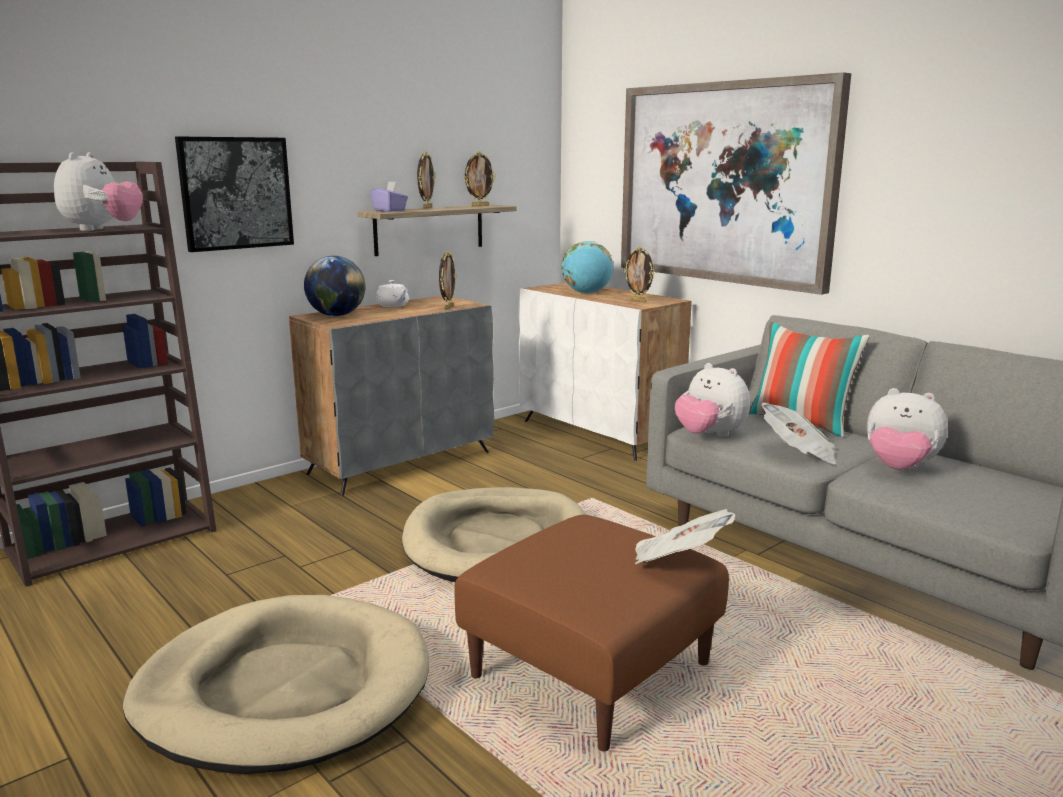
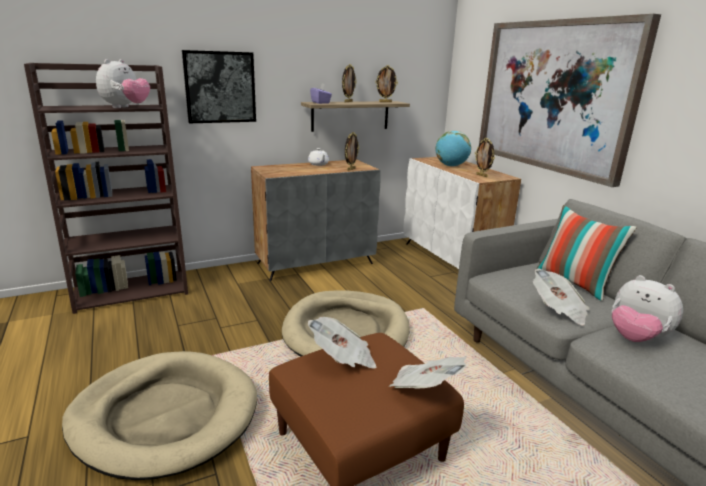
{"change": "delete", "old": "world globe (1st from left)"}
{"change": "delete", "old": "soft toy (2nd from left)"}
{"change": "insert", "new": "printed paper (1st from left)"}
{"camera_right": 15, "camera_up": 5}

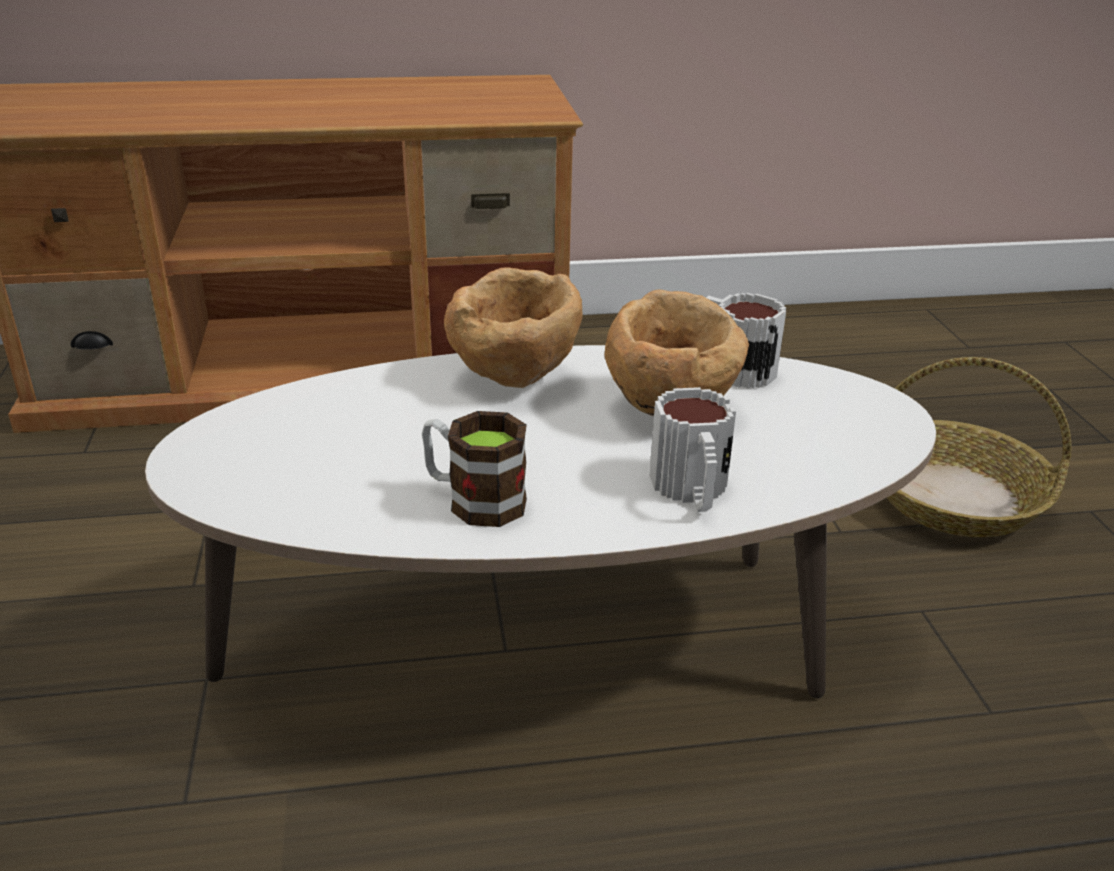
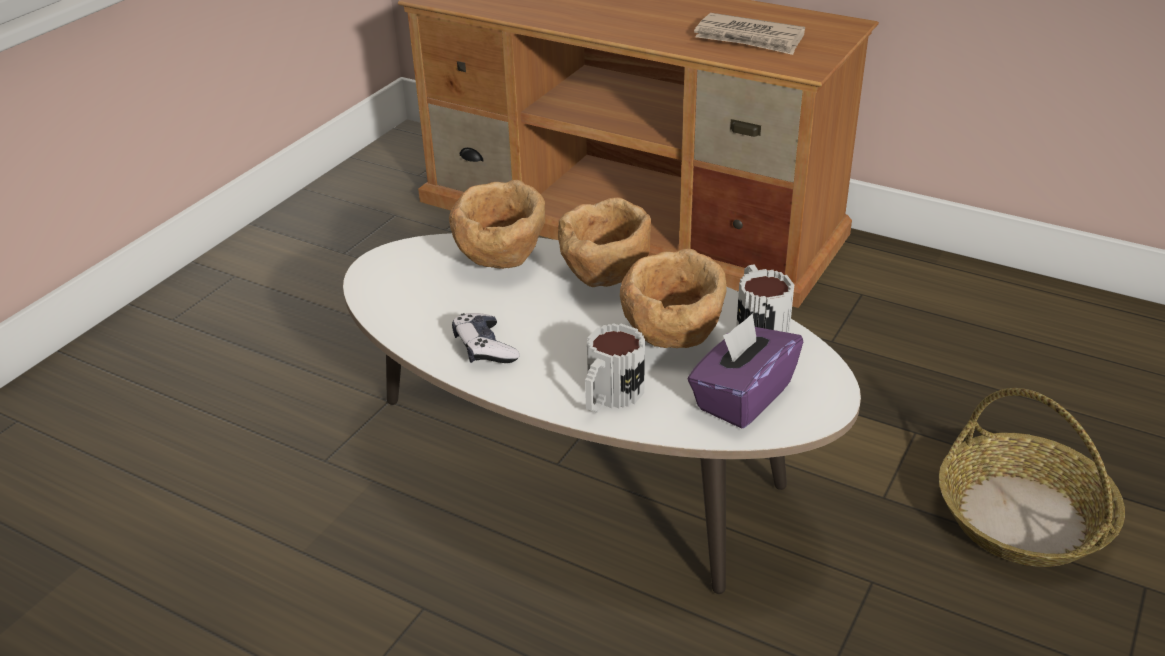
{"change": "replace", "old": "coffee mug (1st from left)", "new": "game controller"}
{"change": "insert", "new": "brown-coloured serving bowl (1st from left)"}
{"change": "insert", "new": "purple-coloured box of tissues"}
{"change": "insert", "new": "printed paper"}
{"camera_right": 40, "camera_up": 5}

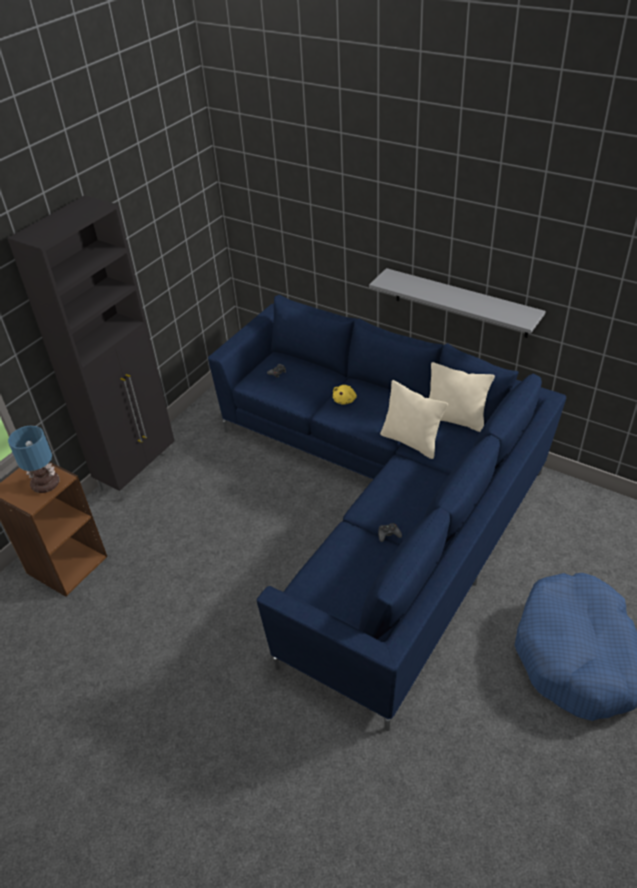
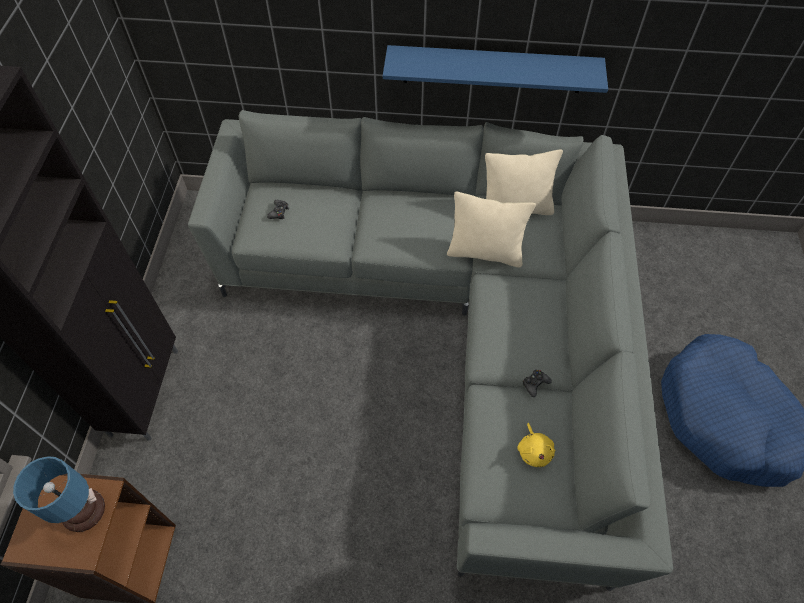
{"change": "recolor", "old": "bluish sofa", "new": "grey sofa"}
{"change": "move", "old": "yellow-coloured soft toy"}
{"change": "recolor", "old": "grey shelf", "new": "bluish shelf"}
{"camera_right": -30, "camera_up": 15}

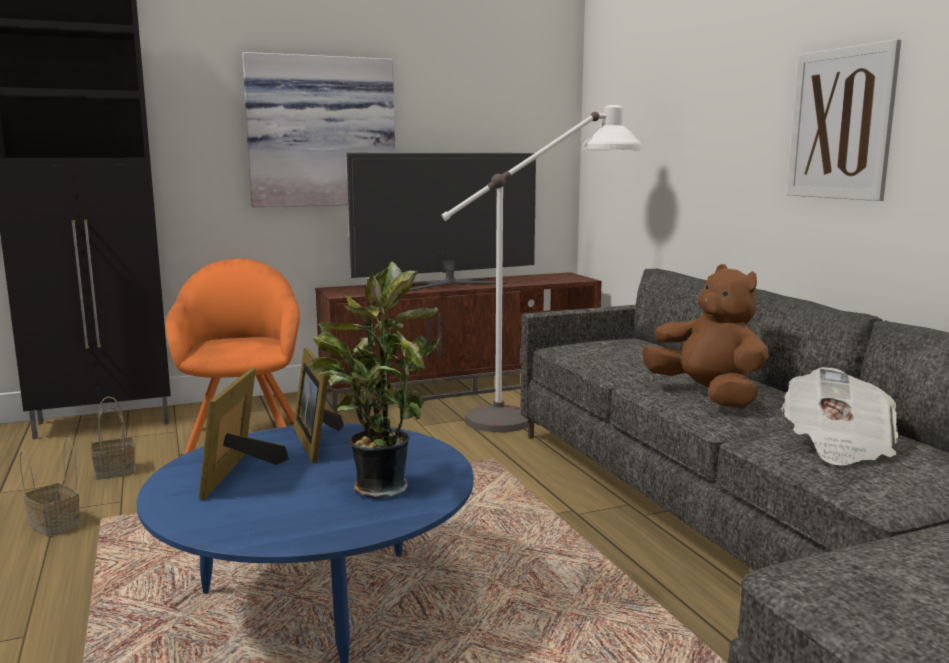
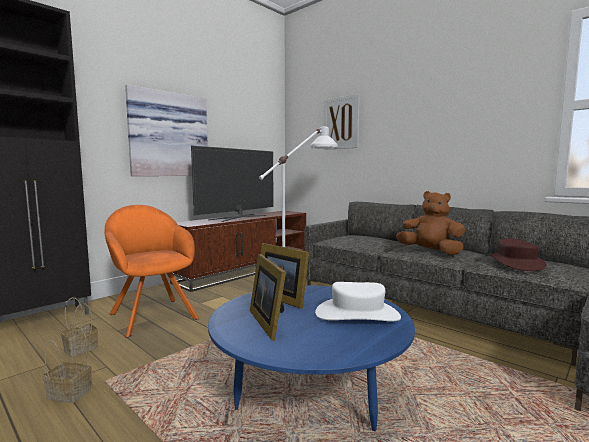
{"change": "replace", "old": "potted plant", "new": "white-coloured wearable hat"}
{"change": "replace", "old": "printed paper", "new": "brown-coloured wearable hat"}
{"change": "move", "old": "picture (2nd from left)"}
{"camera_right": -25, "camera_up": -5}

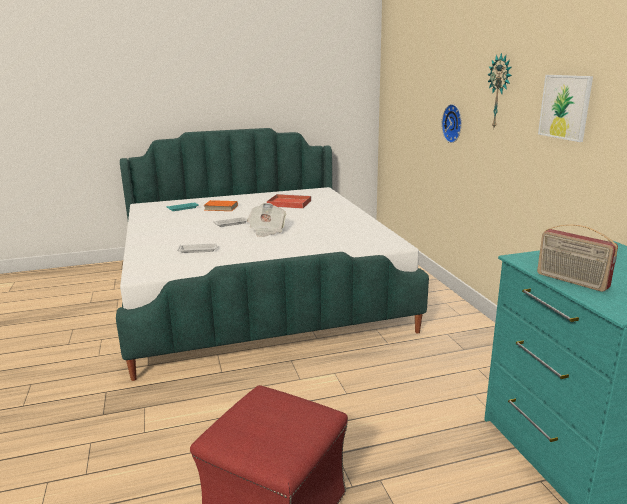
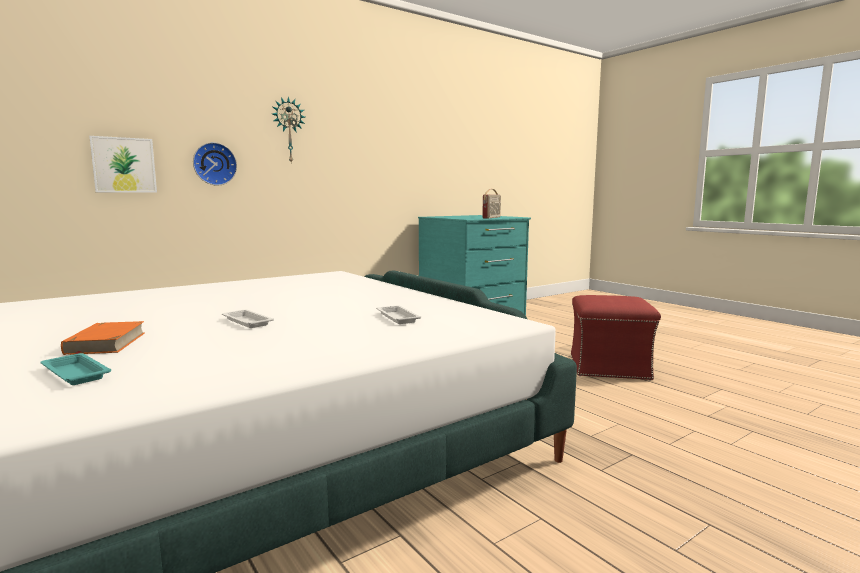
{"change": "delete", "old": "printed paper"}
{"change": "delete", "old": "reddish carrying tray"}
{"change": "move", "old": "picture"}
{"camera_right": -110, "camera_up": -10}

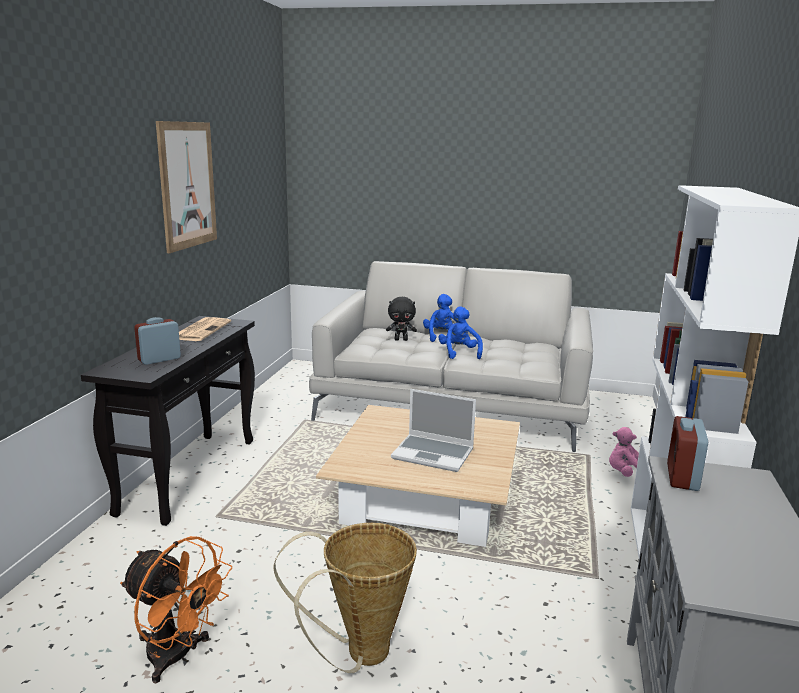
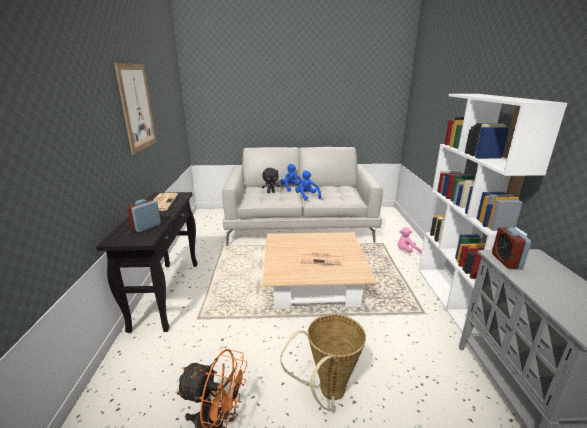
{"change": "replace", "old": "portable computer", "new": "printed paper (2nd from left)"}
{"camera_right": -15, "camera_up": 5}

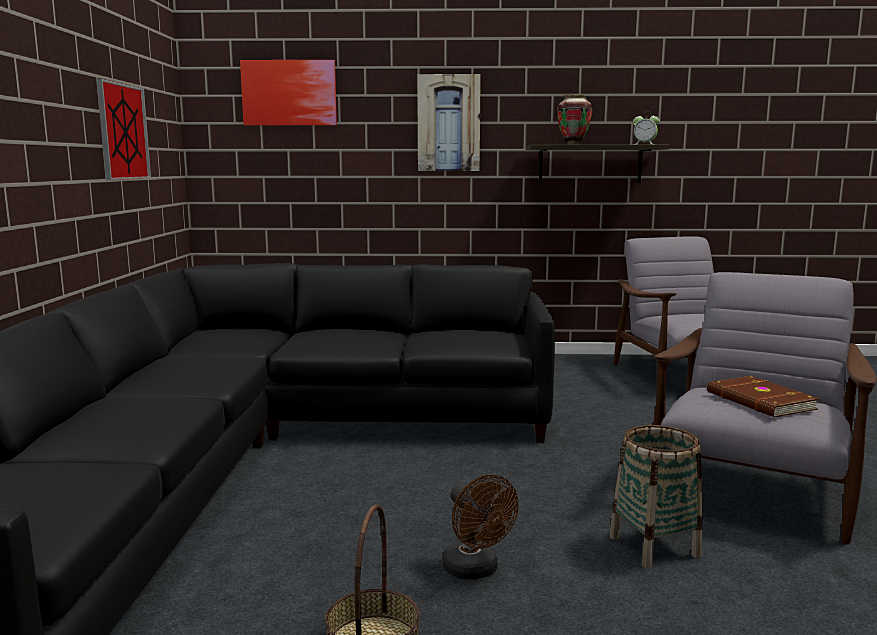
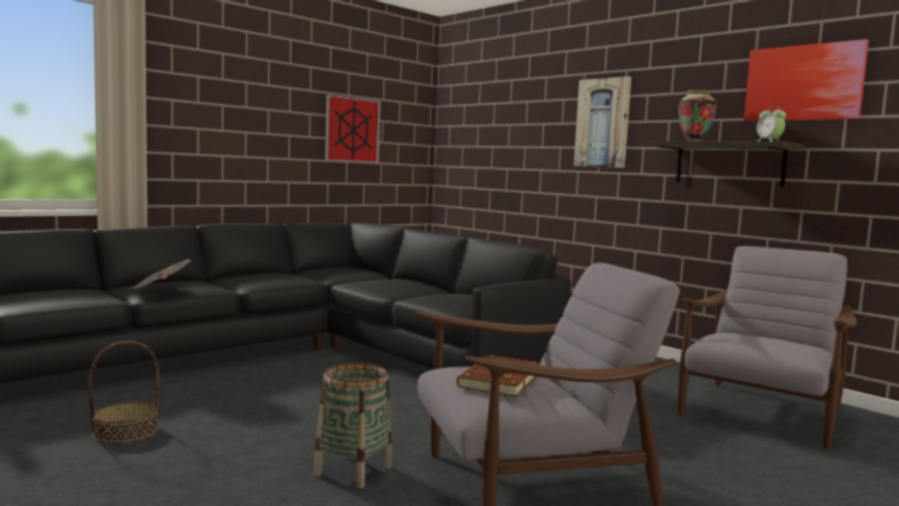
{"change": "move", "old": "picture (2nd from left in the first image)", "new": "picture (3rd from left)"}
{"change": "delete", "old": "brown-coloured electric fan"}
{"change": "insert", "new": "printed paper"}
{"camera_right": 45, "camera_up": -5}

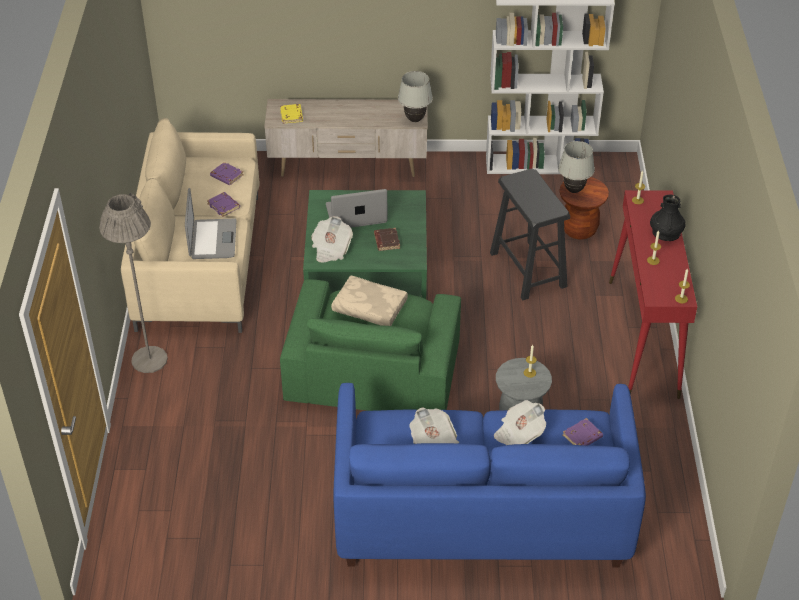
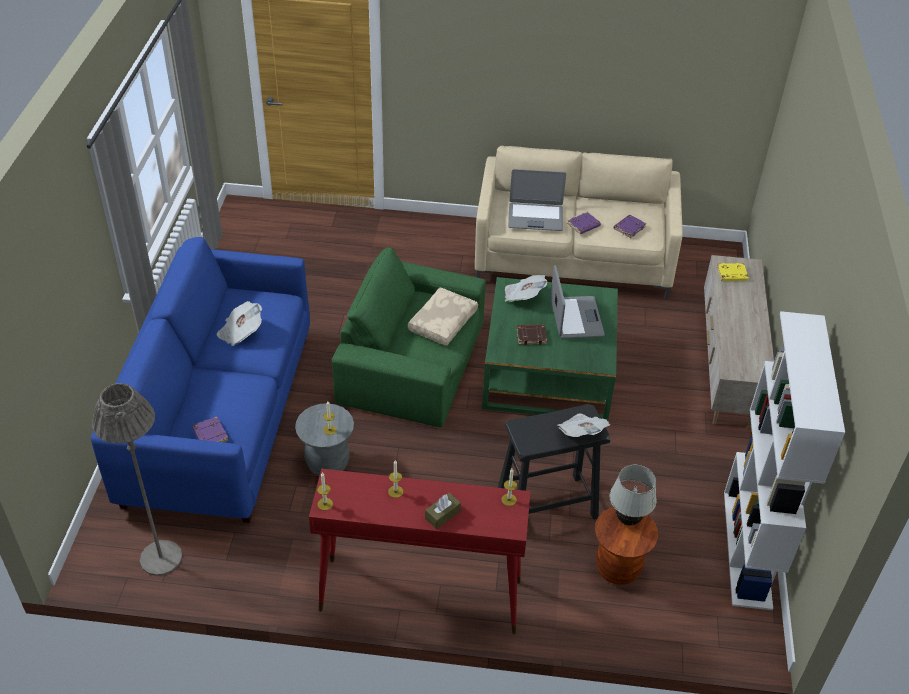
{"change": "move", "old": "grey standing lamp"}
{"change": "delete", "old": "white-coloured table lamp (1st from left)"}
{"change": "move", "old": "printed paper (3rd from left)"}
{"change": "replace", "old": "black vase", "new": "brown-coloured box of tissues"}
{"camera_right": 95, "camera_up": 0}

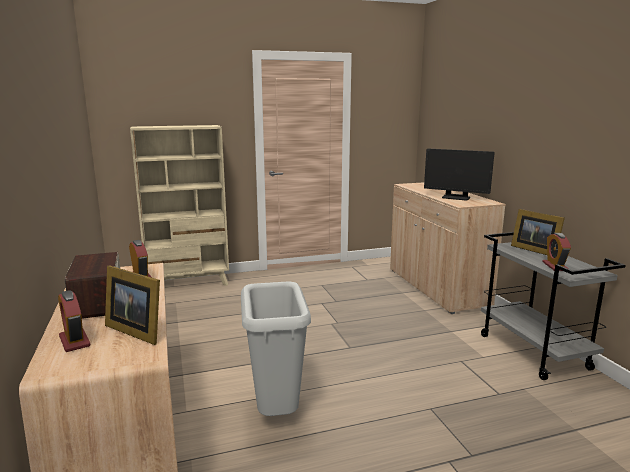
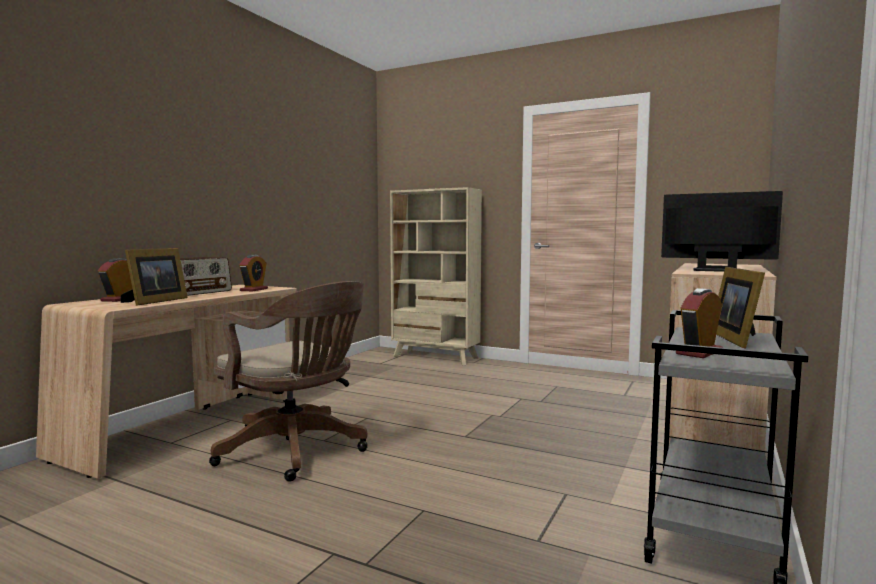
{"change": "rotate", "old": "photo frame (1st from left)", "degrees": -150}
{"change": "replace", "old": "grey trash can", "new": "brown-coloured office chair"}
{"change": "rotate", "old": "monitor", "degrees": 135}
{"camera_right": 45, "camera_up": -10}

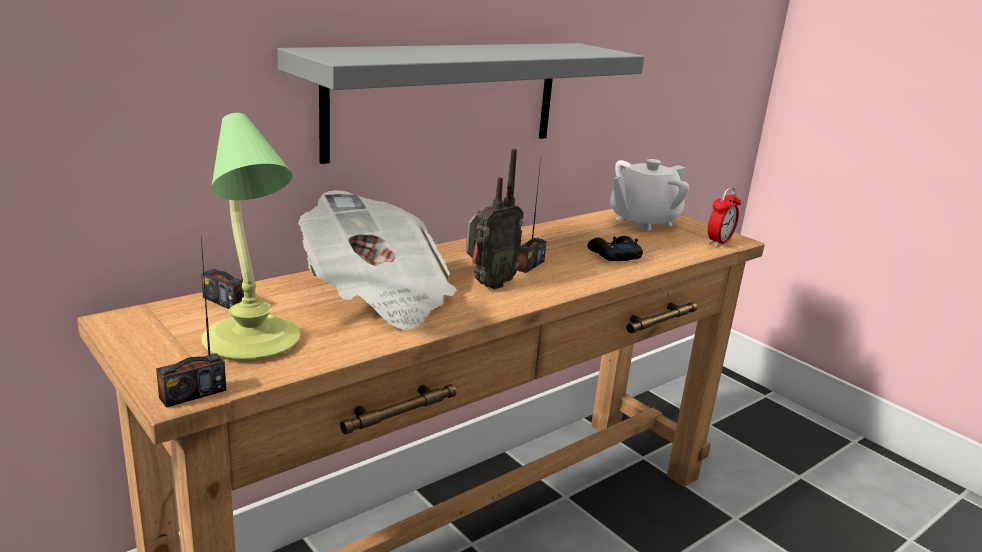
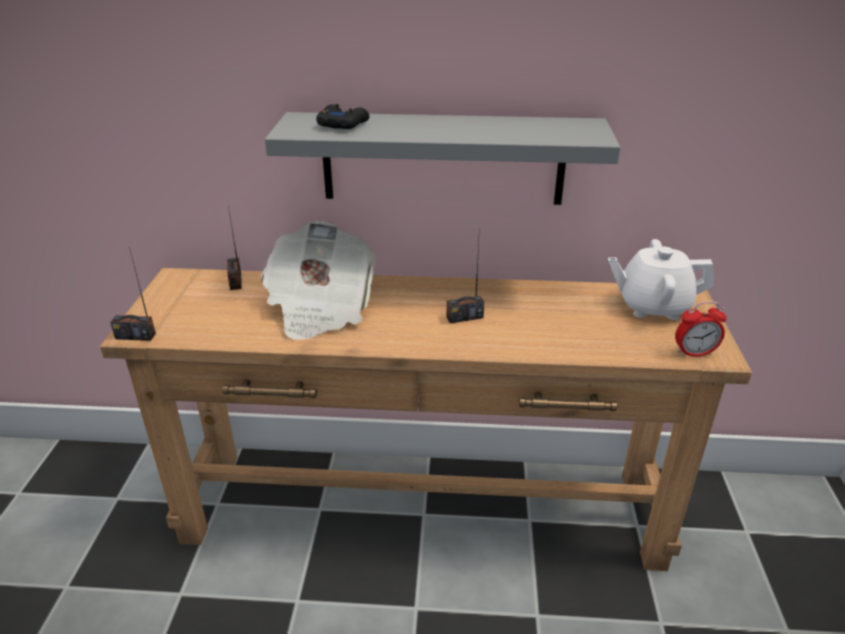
{"change": "delete", "old": "table lamp"}
{"change": "delete", "old": "radio set (3rd from left)"}
{"change": "move", "old": "black game controller"}
{"camera_right": 45, "camera_up": 10}

